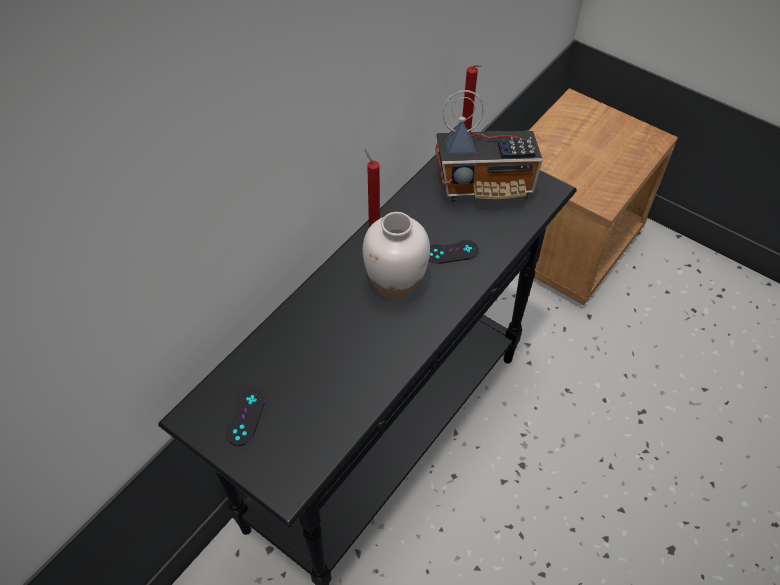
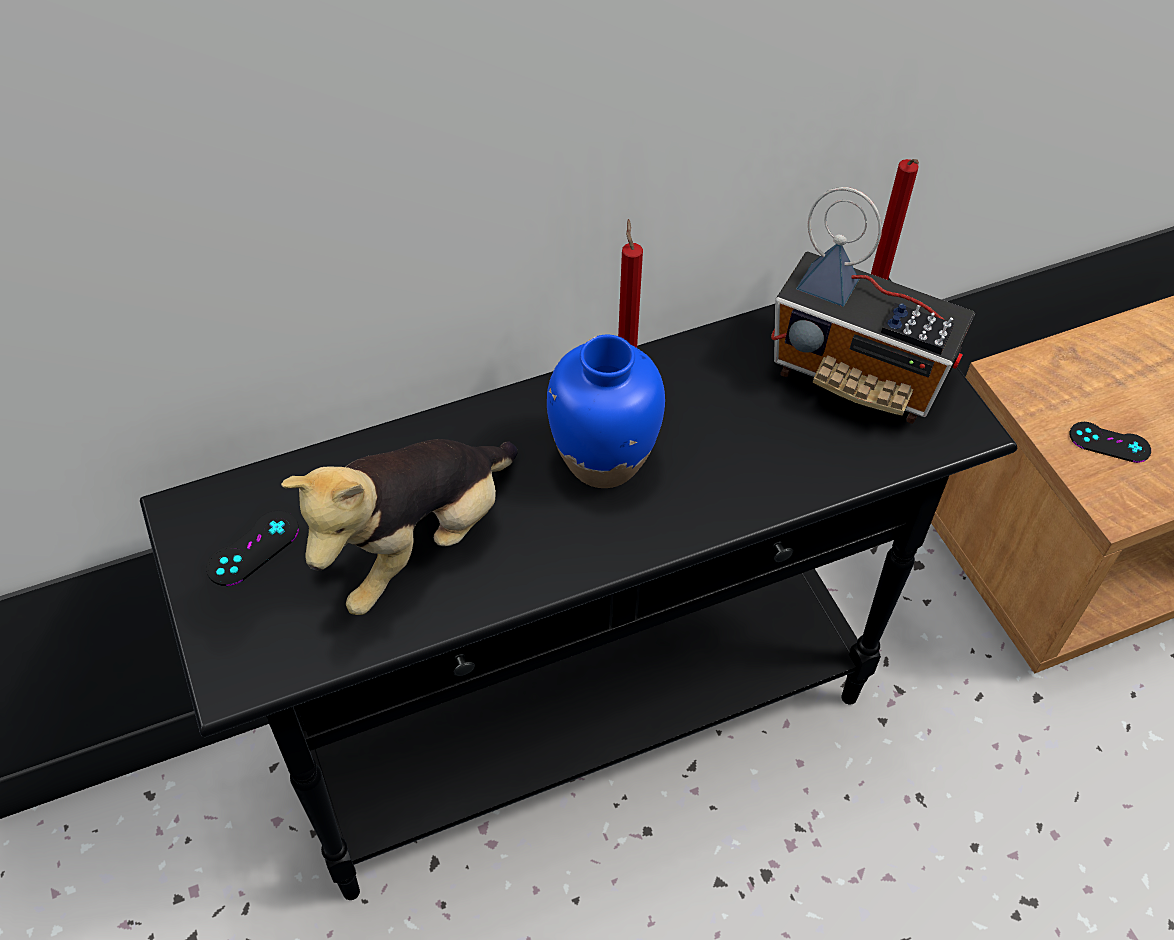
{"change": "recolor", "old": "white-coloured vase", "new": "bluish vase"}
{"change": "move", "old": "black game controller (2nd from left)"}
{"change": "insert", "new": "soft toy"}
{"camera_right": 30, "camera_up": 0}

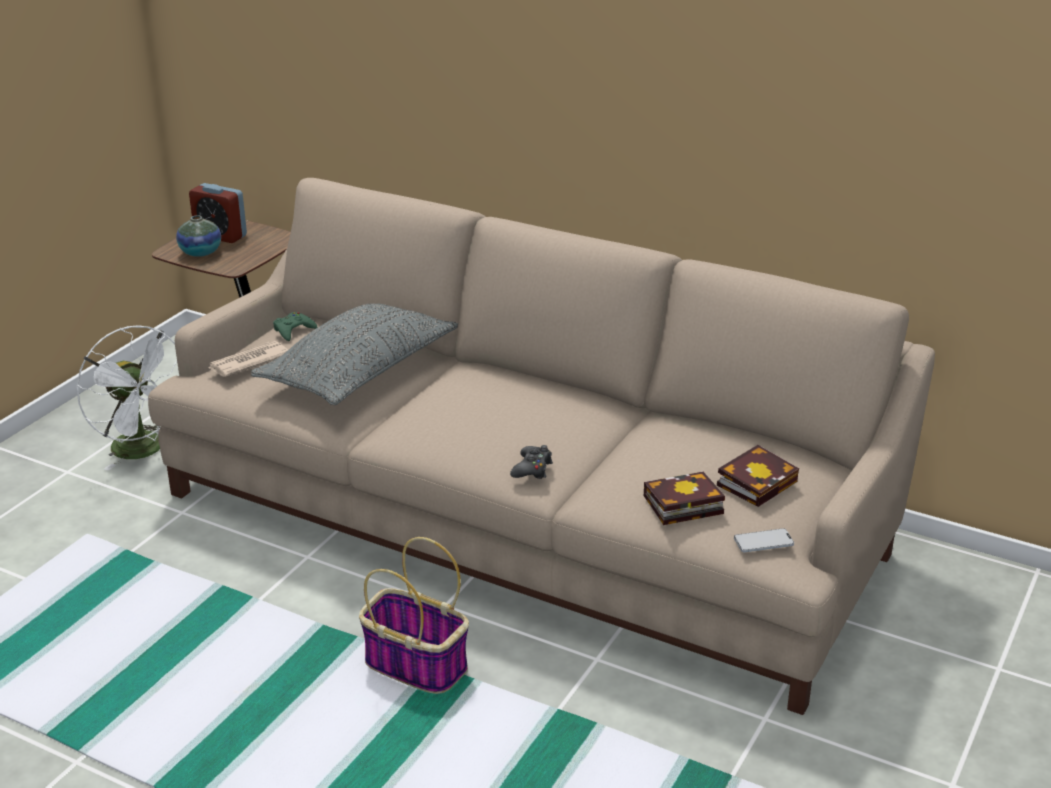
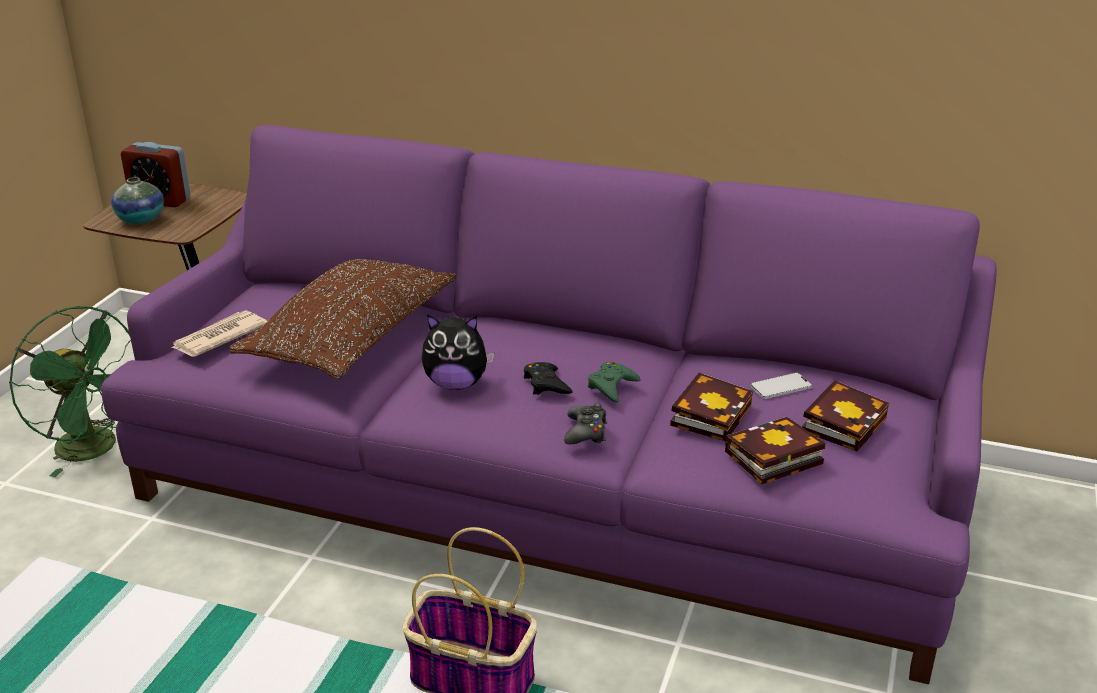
{"change": "recolor", "old": "white-coloured electric fan", "new": "greenish electric fan"}
{"change": "recolor", "old": "beige sofa", "new": "purple-coloured sofa"}
{"change": "recolor", "old": "grey cushion", "new": "brown-coloured cushion"}
{"change": "move", "old": "greenish game controller"}
{"change": "move", "old": "handset"}
{"change": "insert", "new": "soft toy"}
{"change": "insert", "new": "black game controller (1st from left)"}
{"change": "insert", "new": "book (1st from left)"}
{"camera_right": -10, "camera_up": 0}

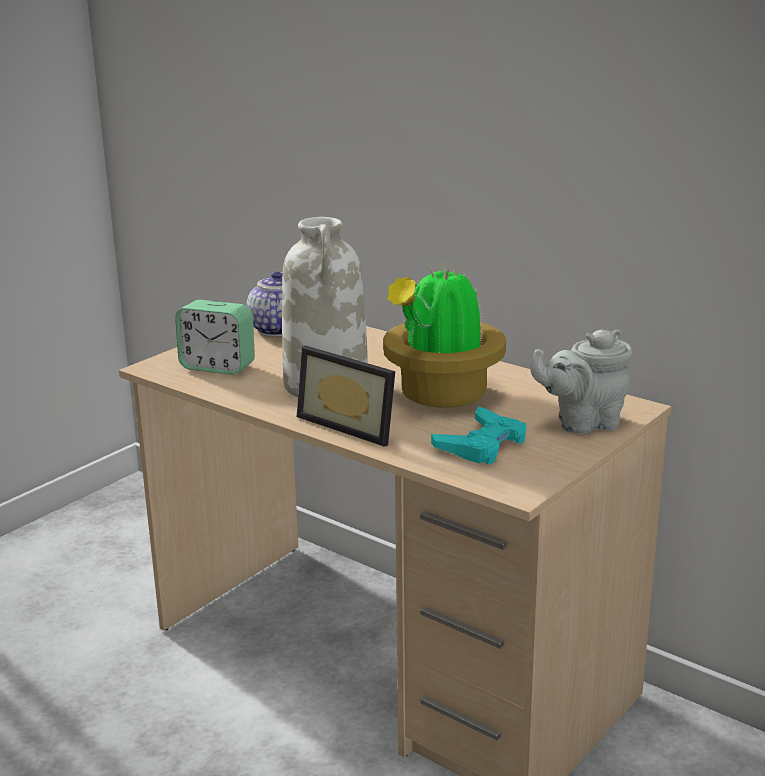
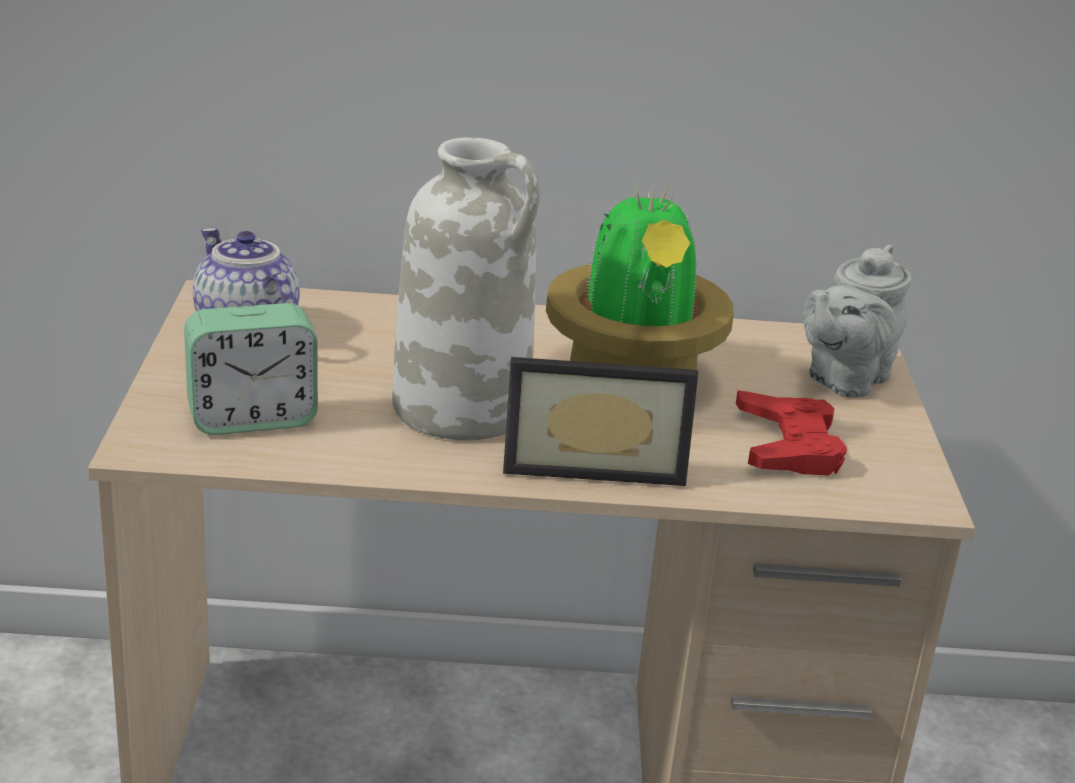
{"change": "recolor", "old": "blue-green game controller", "new": "reddish game controller"}
{"camera_right": -40, "camera_up": 5}

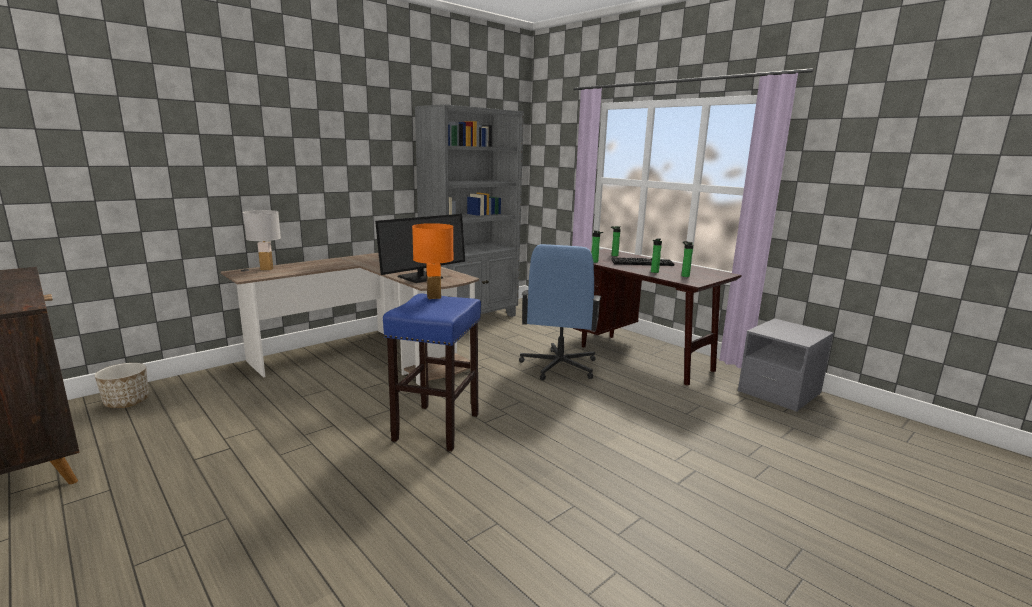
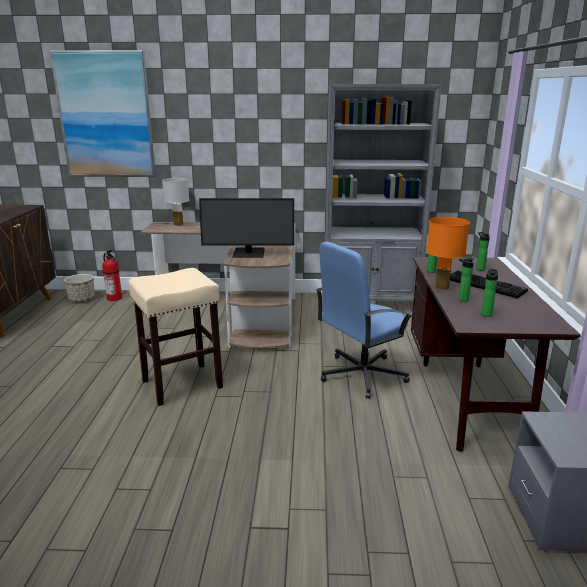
{"change": "recolor", "old": "bluish sitting stool", "new": "beige sitting stool"}
{"change": "move", "old": "orange-coloured table lamp"}
{"change": "insert", "new": "picture"}
{"change": "insert", "new": "extinguisher"}
{"camera_right": 45, "camera_up": 5}

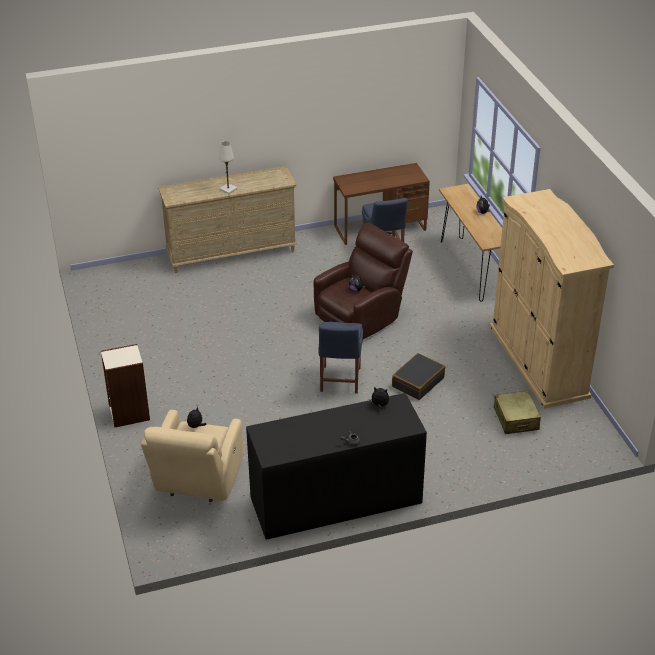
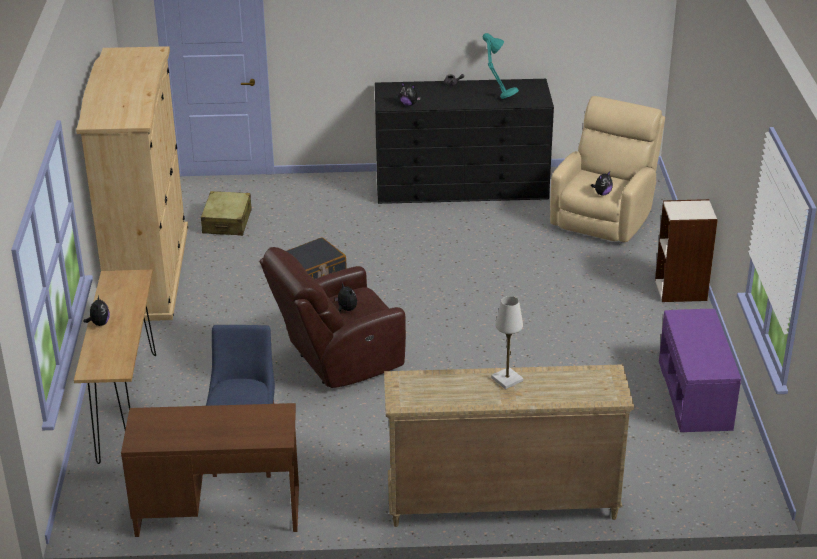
{"change": "delete", "old": "bluish plain chair (1st from left)"}
{"change": "insert", "new": "blue-green table lamp"}
{"change": "insert", "new": "purple-coloured bench"}
{"camera_right": -165, "camera_up": -5}

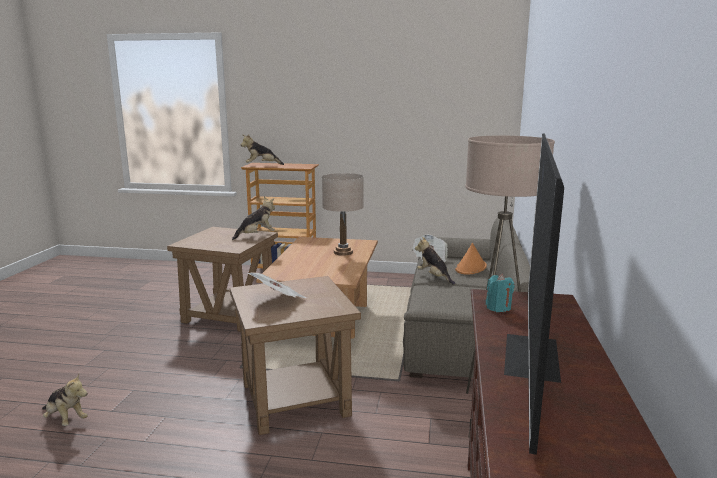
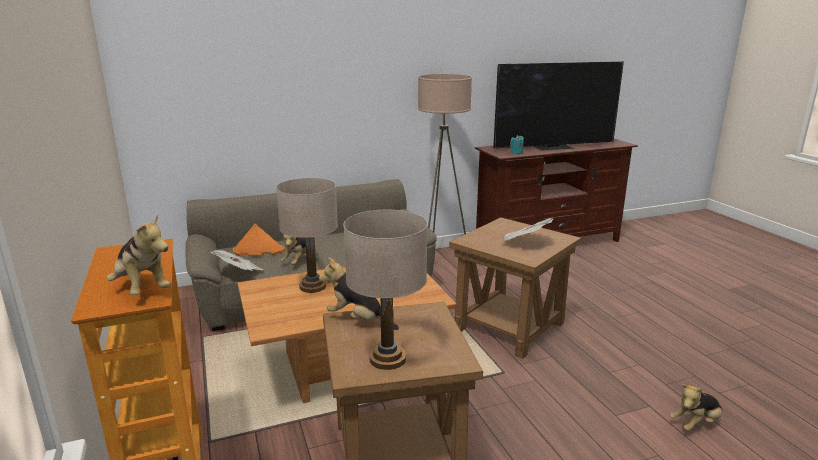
{"change": "rotate", "old": "soft toy (1st from left in the first image)", "degrees": -120}
{"change": "insert", "new": "beige table lamp (2nd from left)"}
{"camera_right": -120, "camera_up": 5}

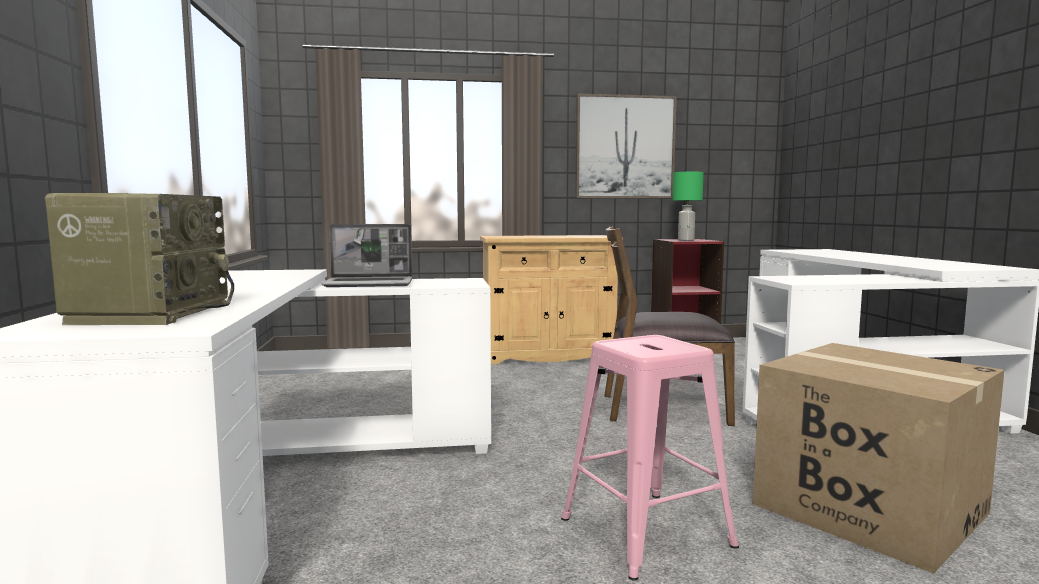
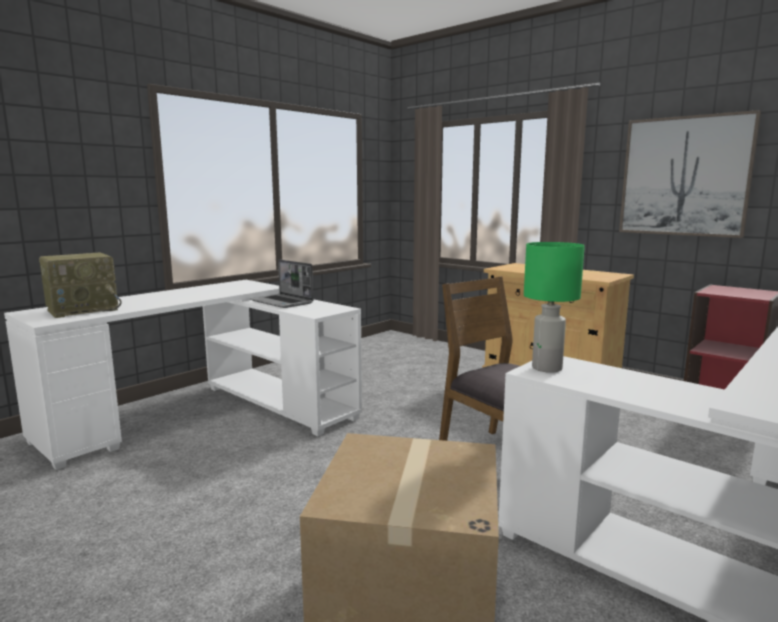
{"change": "delete", "old": "pink sitting stool"}
{"change": "move", "old": "greenish table lamp"}
{"camera_right": 50, "camera_up": 5}

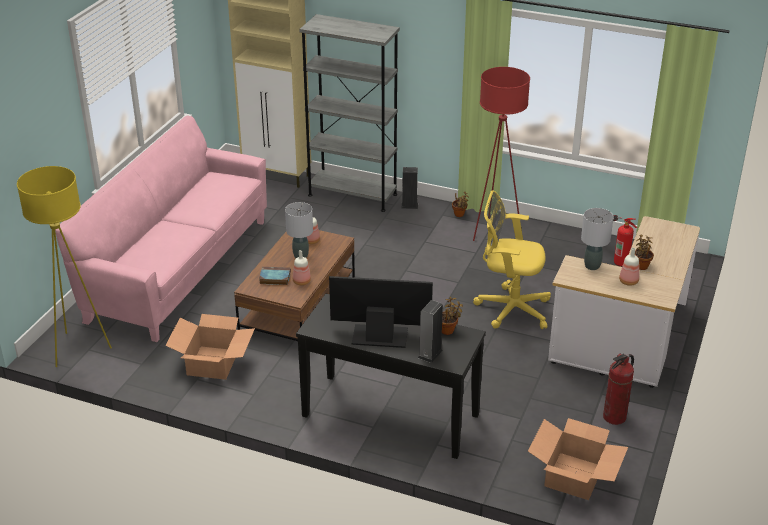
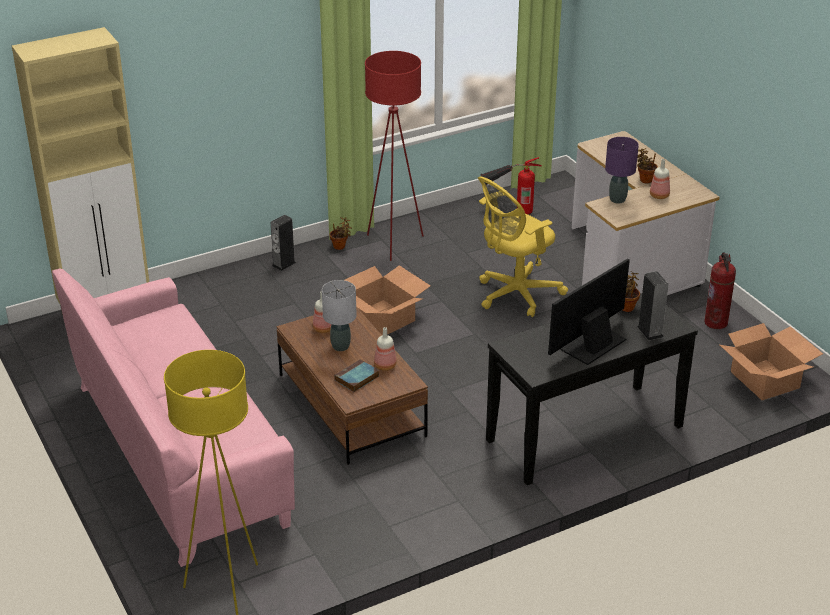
{"change": "move", "old": "carton (1st from left)"}
{"change": "delete", "old": "grey bookshelf"}
{"change": "recolor", "old": "grey table lamp (2nd from left)", "new": "purple-coloured table lamp"}
{"camera_right": -50, "camera_up": 0}

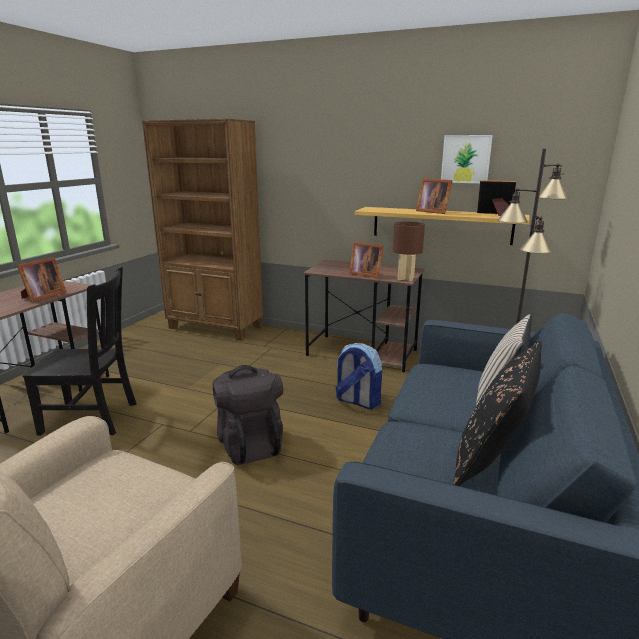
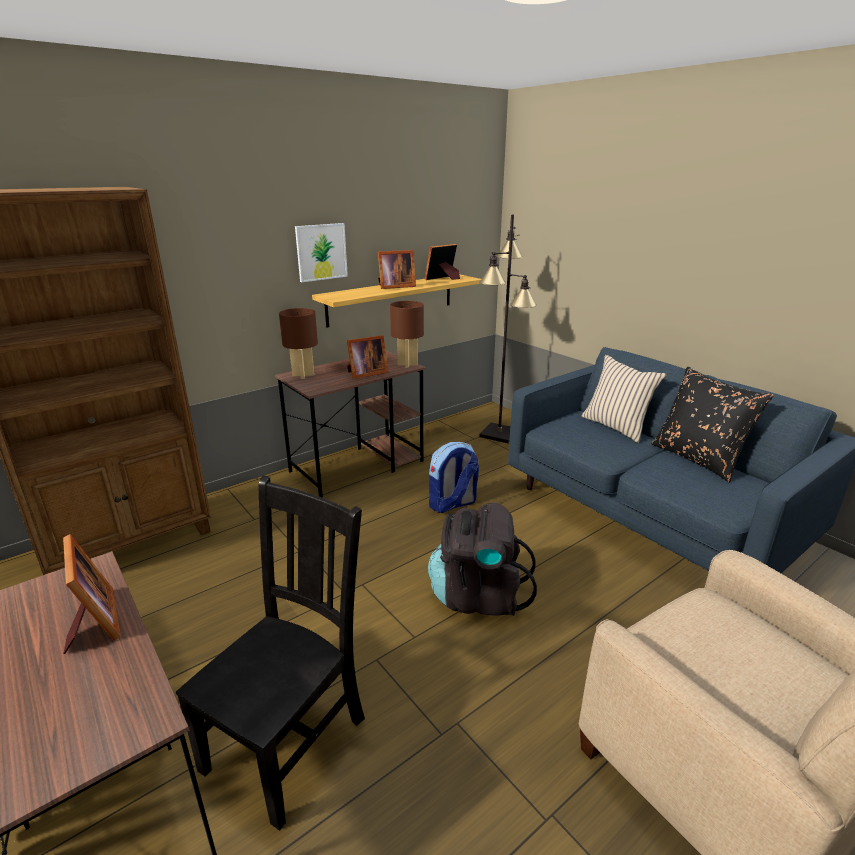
{"change": "move", "old": "picture"}
{"change": "insert", "new": "brown-coloured table lamp (1st from left)"}
{"camera_right": -60, "camera_up": 5}

